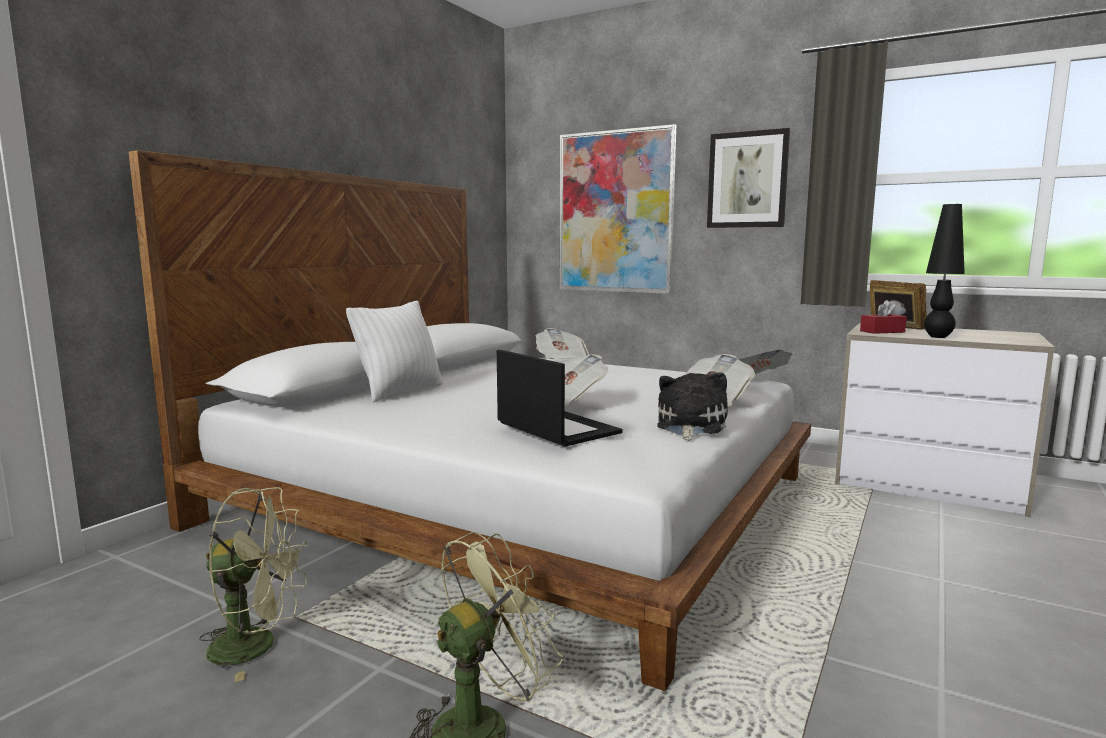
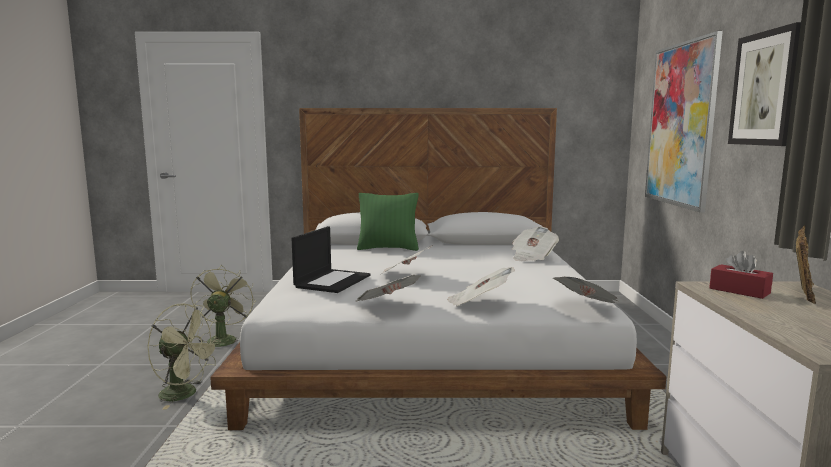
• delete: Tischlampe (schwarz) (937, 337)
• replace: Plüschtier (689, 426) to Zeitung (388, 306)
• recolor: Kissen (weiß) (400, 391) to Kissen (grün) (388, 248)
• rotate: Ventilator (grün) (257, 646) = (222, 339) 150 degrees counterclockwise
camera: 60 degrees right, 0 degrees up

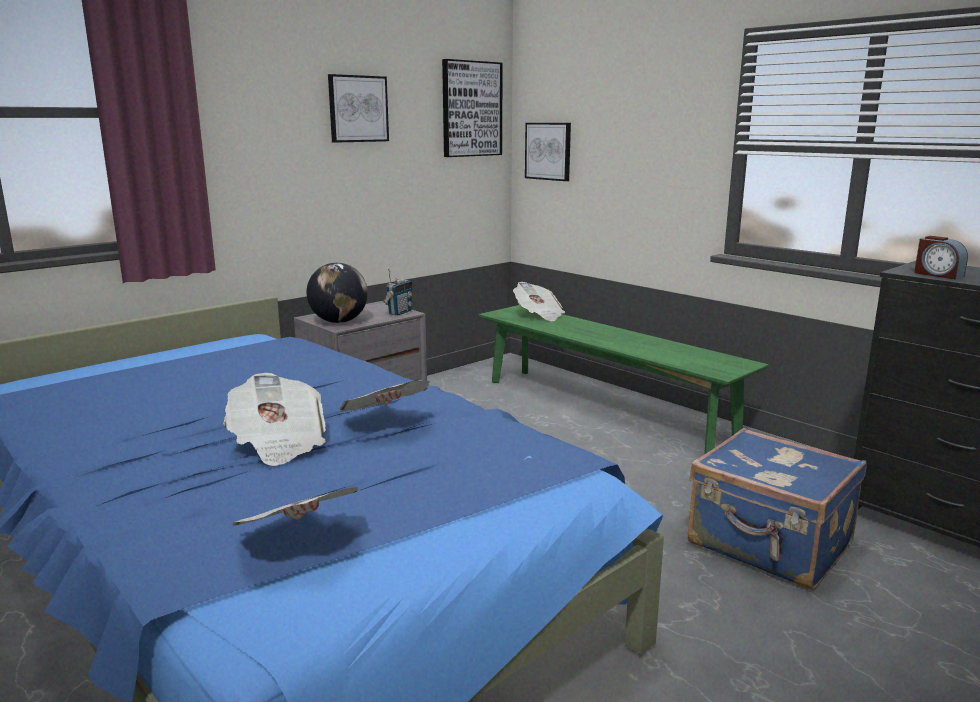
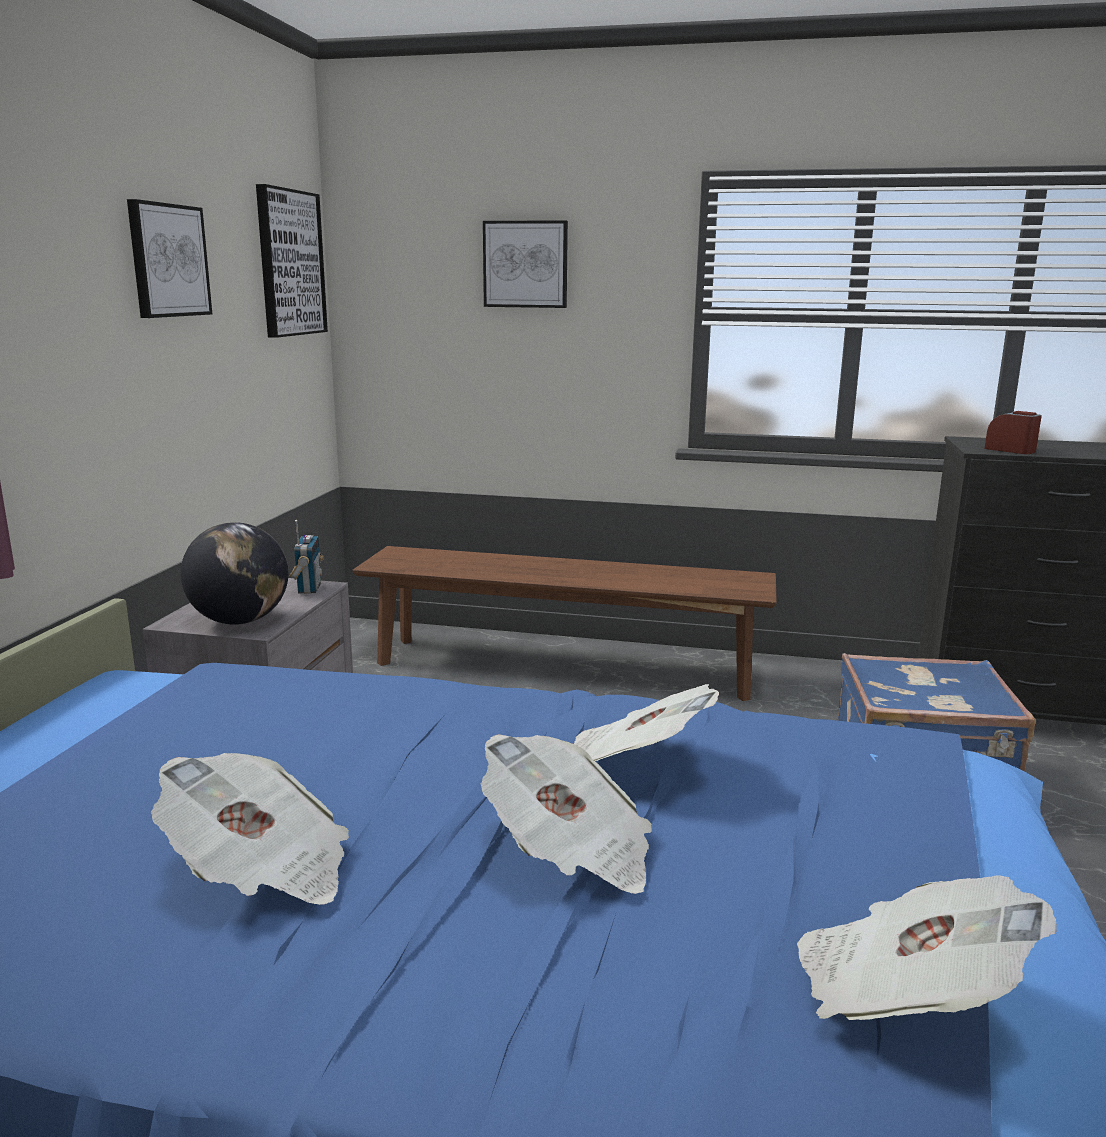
• move: Zeitung (539, 315) to (262, 870)
• move: Bild (548, 151) to (525, 264)
• recolor: Bank (grün) (603, 409) to Bank (braun) (563, 668)
• rotate: Wecker (937, 274) = (1010, 450) 150 degrees counterclockwise
camera: 35 degrees left, 0 degrees up

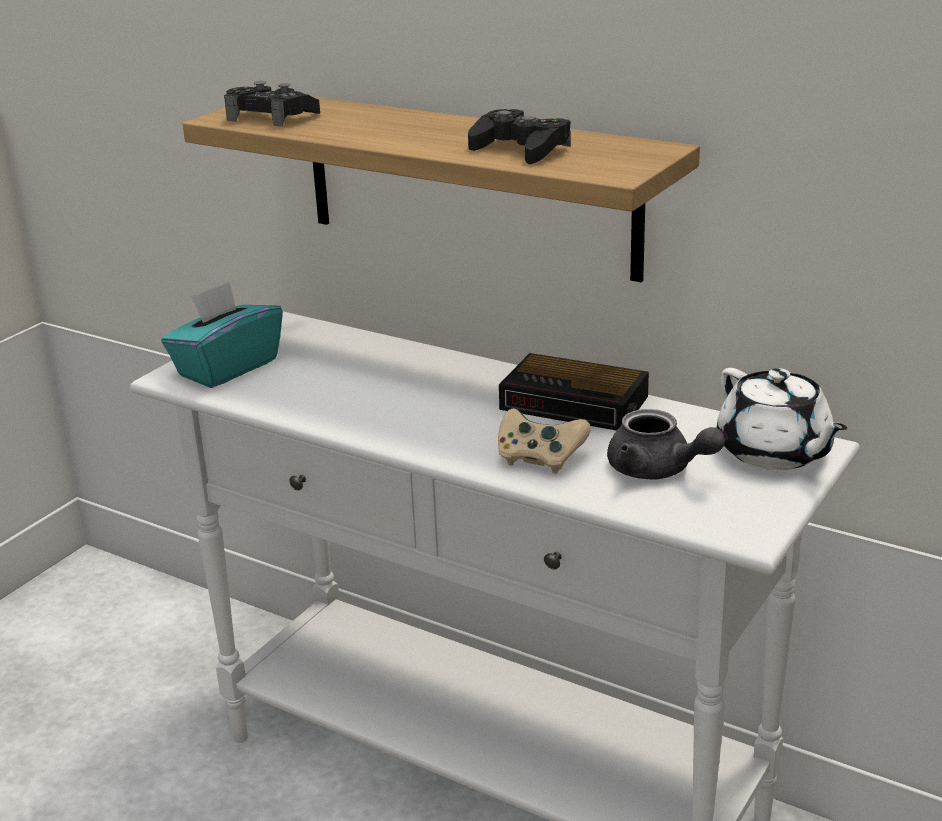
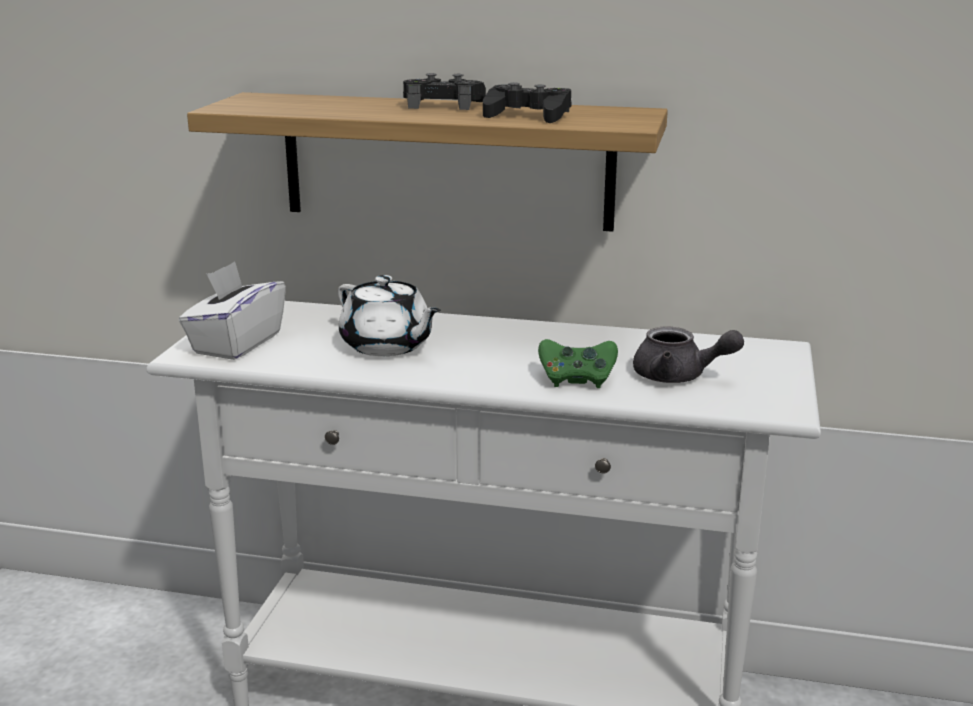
• delete: Wecker (577, 403)
• move: Gamepad (schwarz) (271, 117) to (443, 105)
• move: Teekanne (weiß) (774, 453) to (387, 346)
• recolor: Taschentuchbox (türkis) (227, 368) to Taschentuchbox (weiß) (236, 343)
• recolor: Gamepad (beige) (539, 459) to Gamepad (grün) (576, 380)
camera: 20 degrees left, 5 degrees down

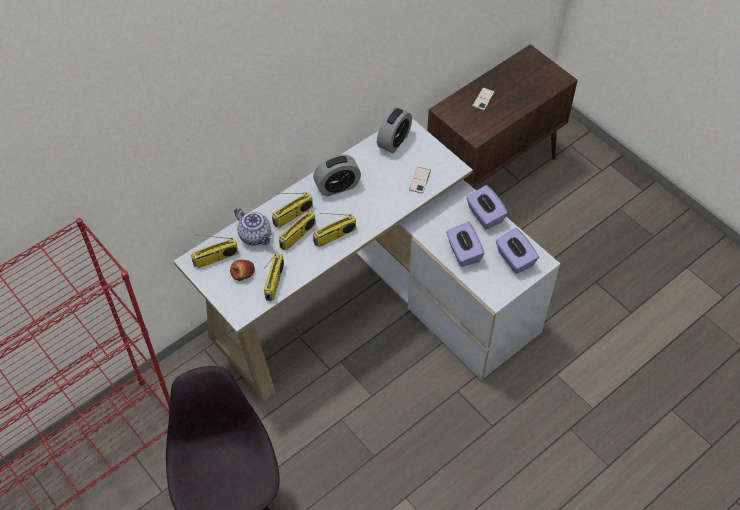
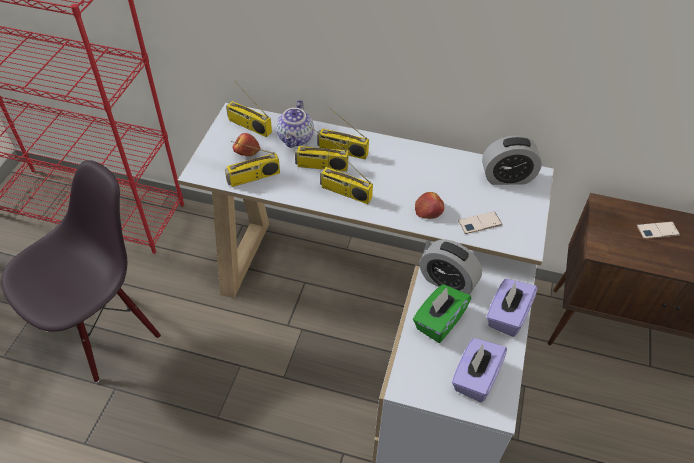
• insert: Apfel (429, 209)
• move: Wecker (337, 186) to (447, 282)
• recolor: Taschentuchbox (lila) (463, 252) to Taschentuchbox (grün) (439, 322)
camera: 55 degrees right, 5 degrees down

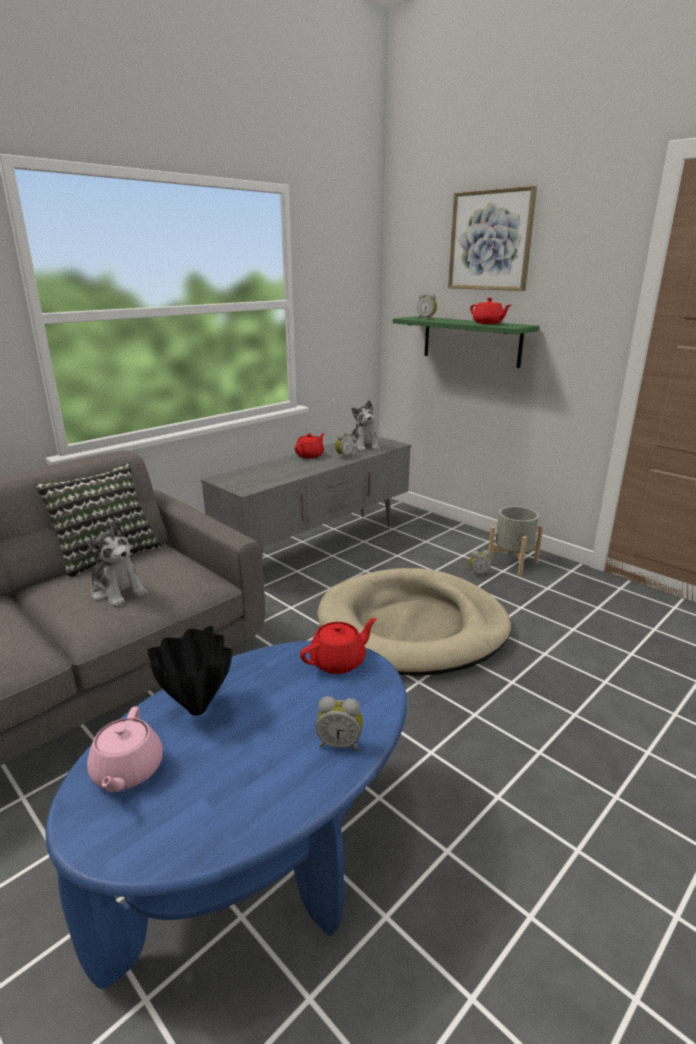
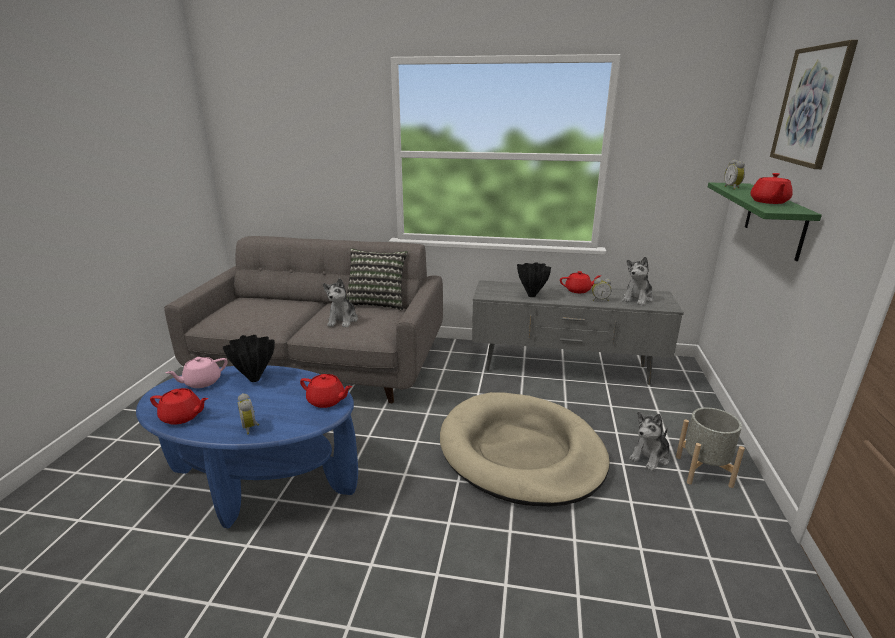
• insert: Teekanne (rot) (182, 417)
• insert: Vase (schwarz) (532, 296)
• replace: Wecker (478, 573) to Plüschtier (650, 457)
camera: 55 degrees right, 0 degrees up

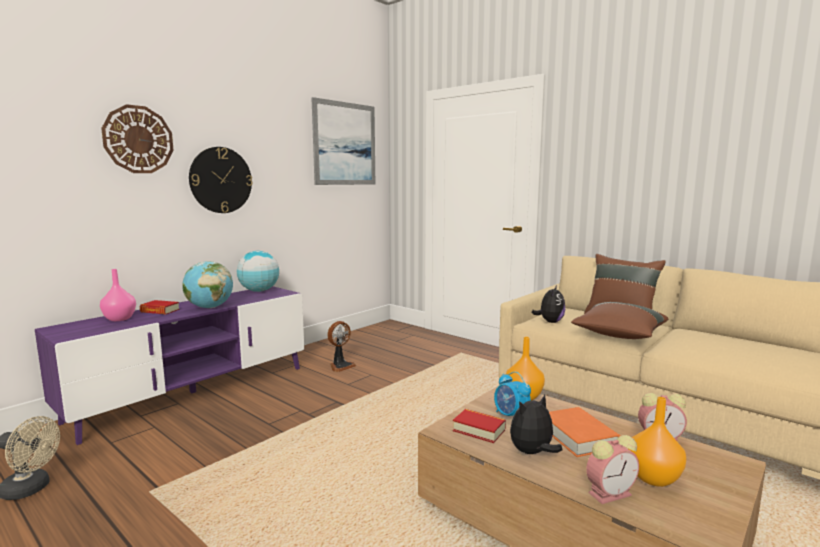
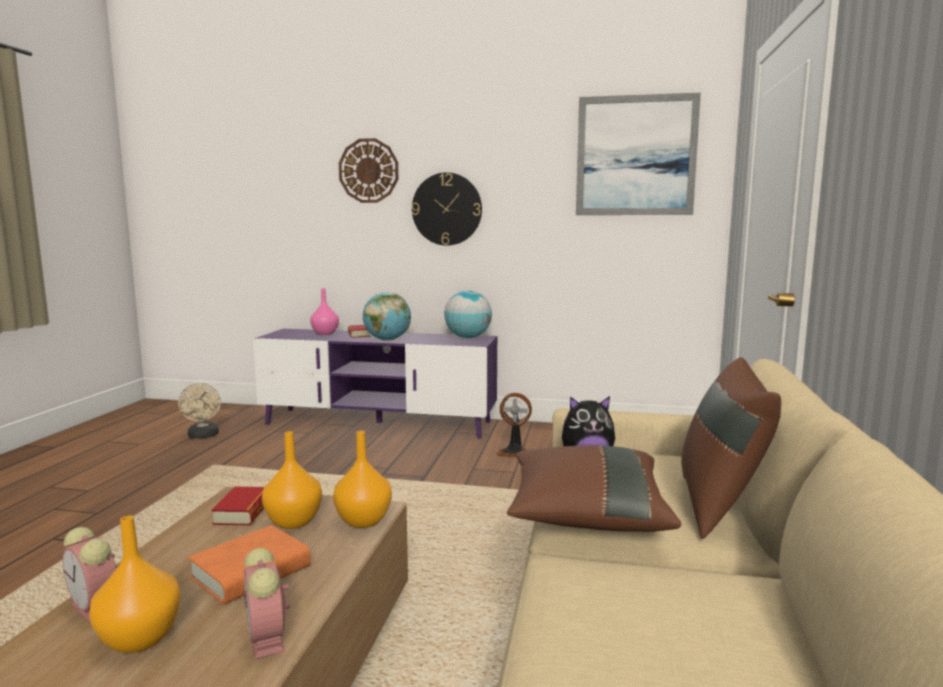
• delete: Plüschtier (532, 453)
• replace: Wecker (511, 416) to Vase (orange) (293, 522)
camera: 60 degrees right, 0 degrees up

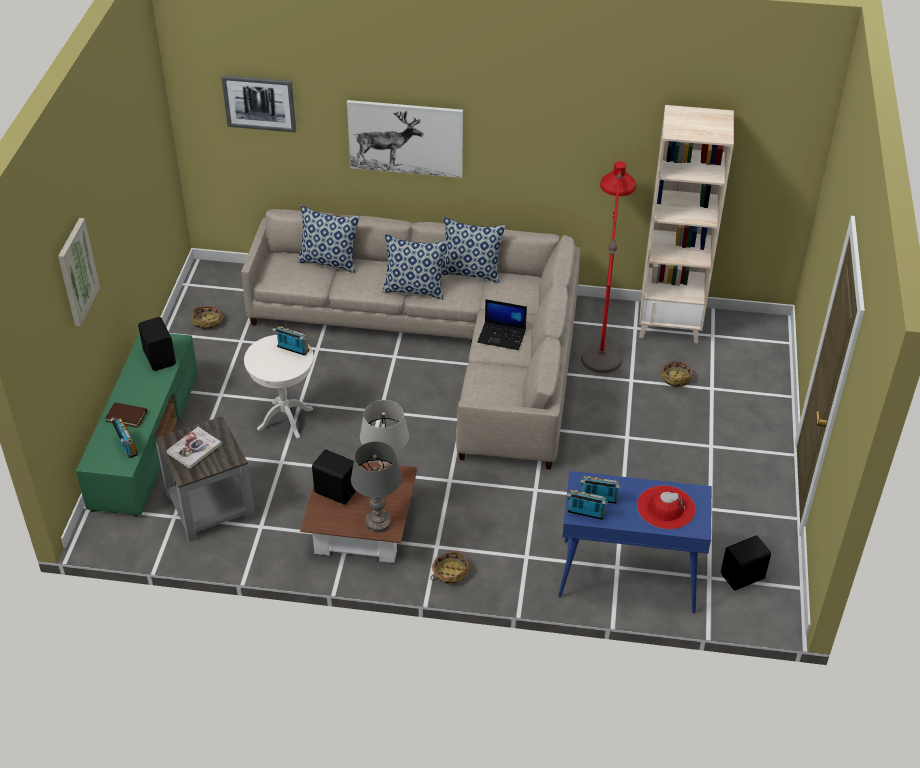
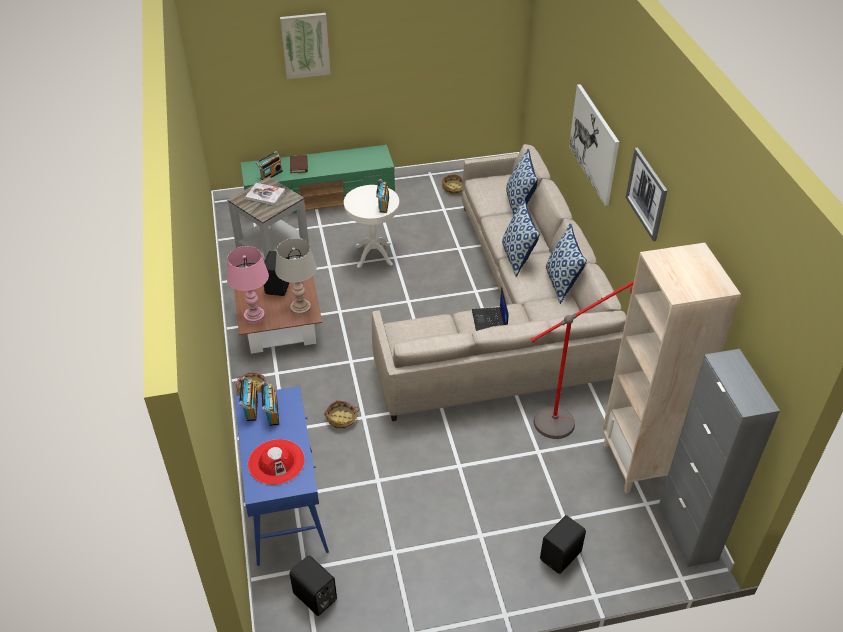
• insert: Schrank (grau) (687, 533)
• move: Lautsprecher (schwarz) (160, 357) to (561, 556)
• move: Bild (259, 103) to (647, 193)
• move: Korb (676, 378) to (342, 419)
• recolor: Tischlampe (grau) (378, 522) to Tischlampe (rosa) (254, 316)
camera: 70 degrees right, 0 degrees up

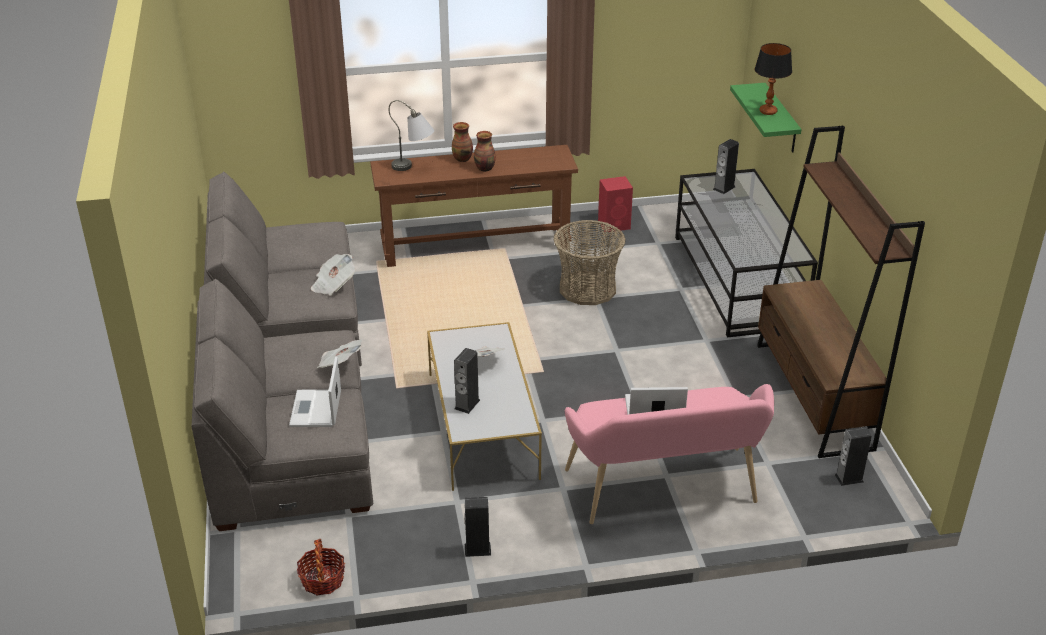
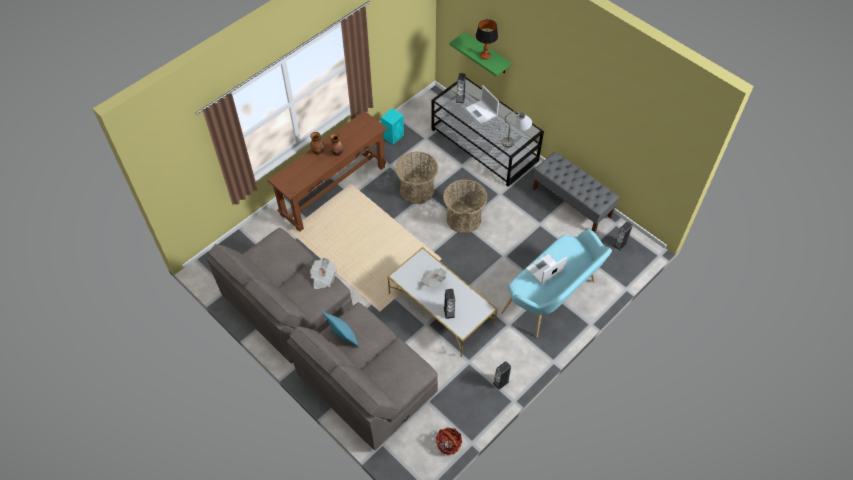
• delete: Zeitung (340, 364)
• insert: Kissen (türkis) (343, 337)
• insert: Korb (464, 218)
• move: Laptop (316, 410) to (481, 112)
• move: Tischlampe (grau) (414, 168) to (516, 141)
• replace: Bücherregal (braun) (813, 396) to Bank (grau) (572, 203)
• recolor: Bank (rosa) (665, 491) to Bank (türkis) (552, 299)
• recolor: Lautsprecher (rot) (615, 224) to Lautsprecher (türkis) (393, 136)
camera: 35 degrees left, 20 degrees up

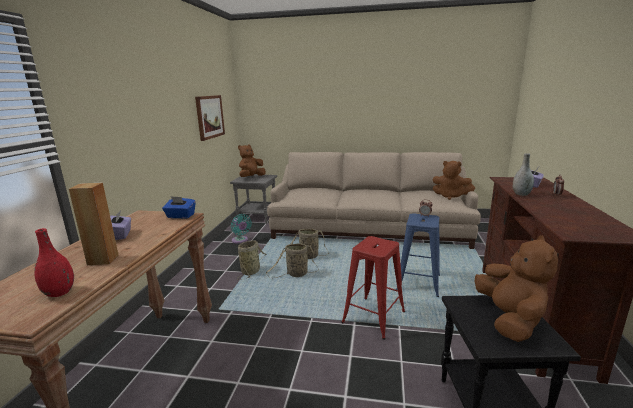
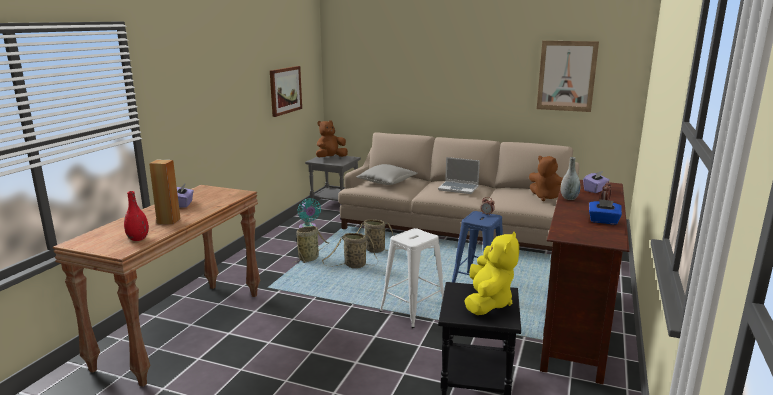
• insert: Kissen (grau) (387, 182)
• insert: Laptop (459, 188)
• insert: Bild (566, 76)
• move: Taschentuchbox (blau) (180, 216) to (603, 221)
• recolor: Hocker (rot) (373, 317) to Hocker (weiß) (413, 310)
• recolor: Plüschtier (braun) (509, 320) to Plüschtier (gelb) (488, 303)
camera: 10 degrees right, 0 degrees up

